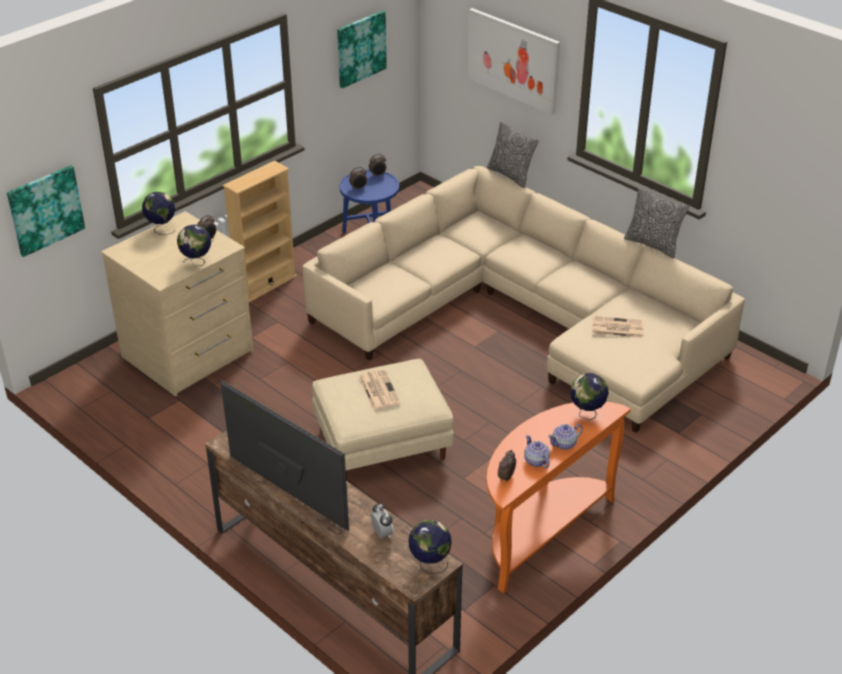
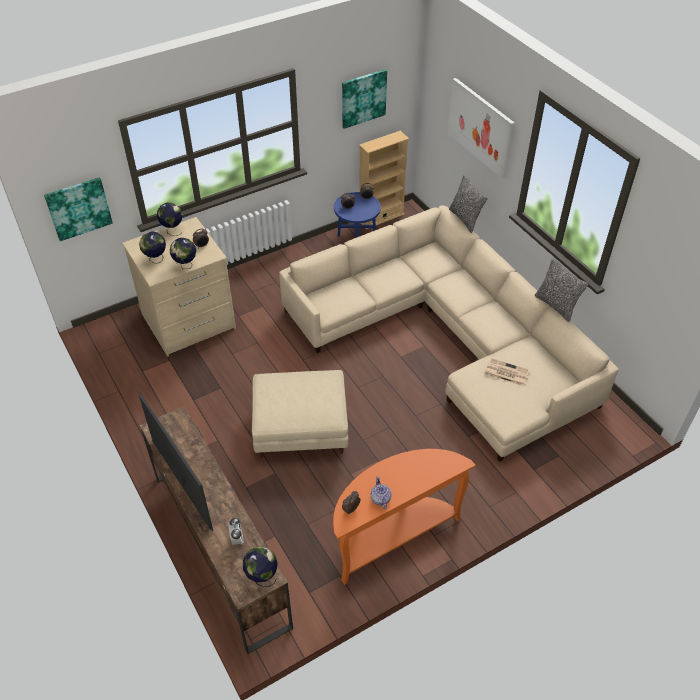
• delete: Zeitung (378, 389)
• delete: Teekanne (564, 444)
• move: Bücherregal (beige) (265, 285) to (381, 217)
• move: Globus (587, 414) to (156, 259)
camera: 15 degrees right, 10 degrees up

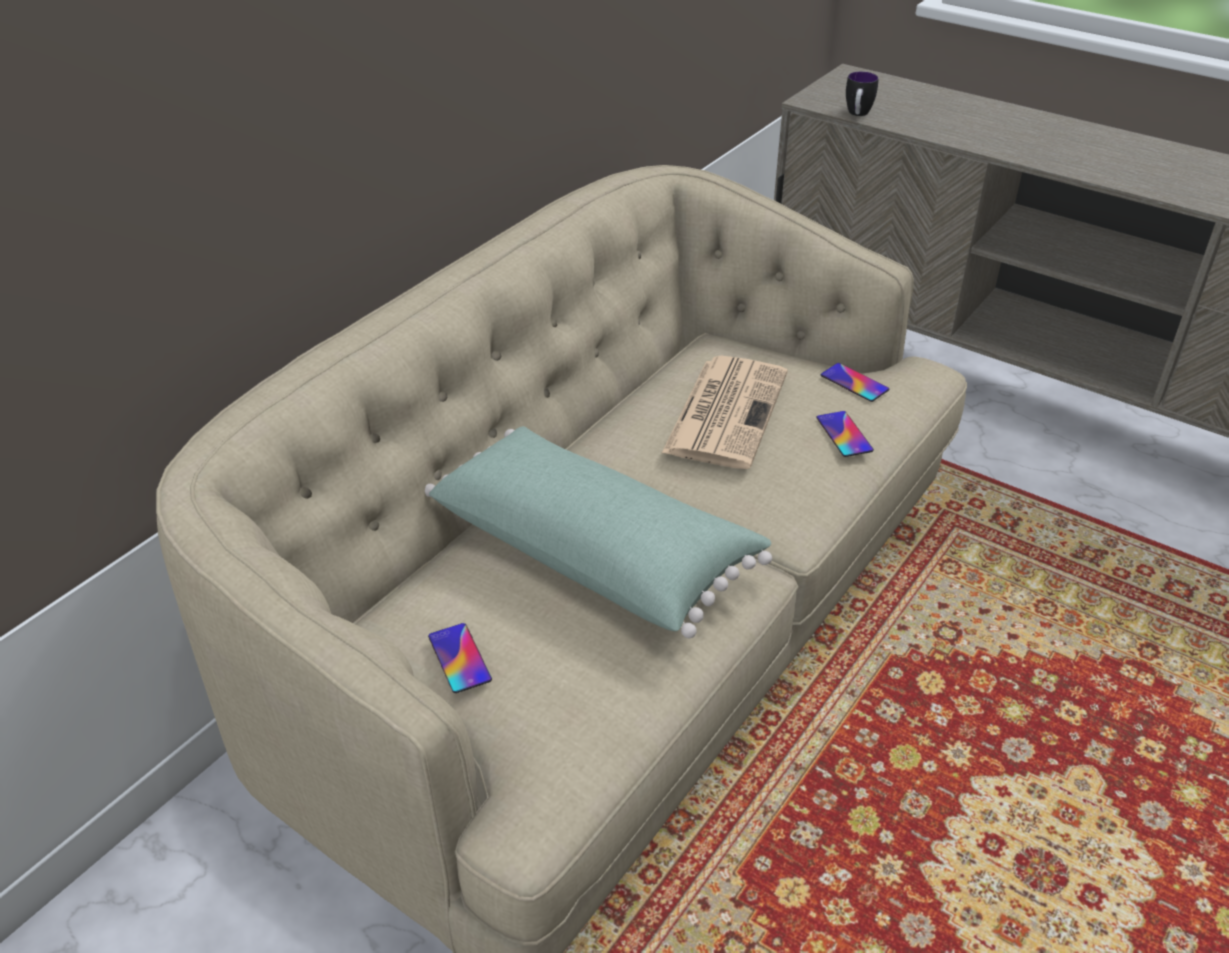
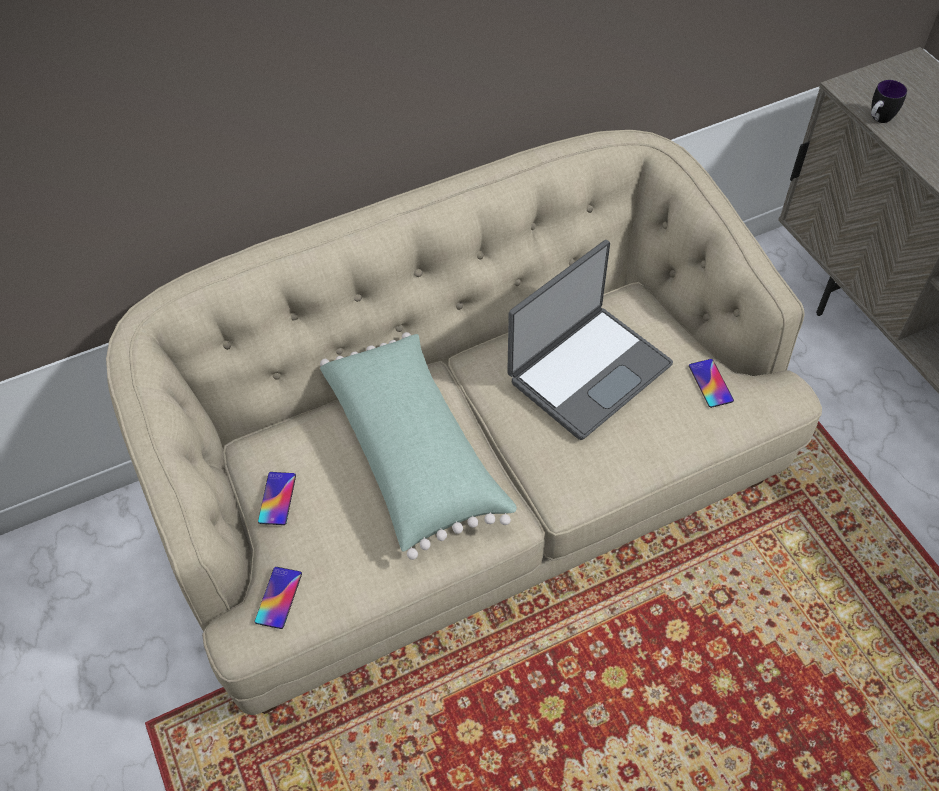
• move: Handy (844, 434) to (278, 597)
• replace: Zeitung (726, 411) to Laptop (587, 371)
camera: 30 degrees right, 15 degrees up

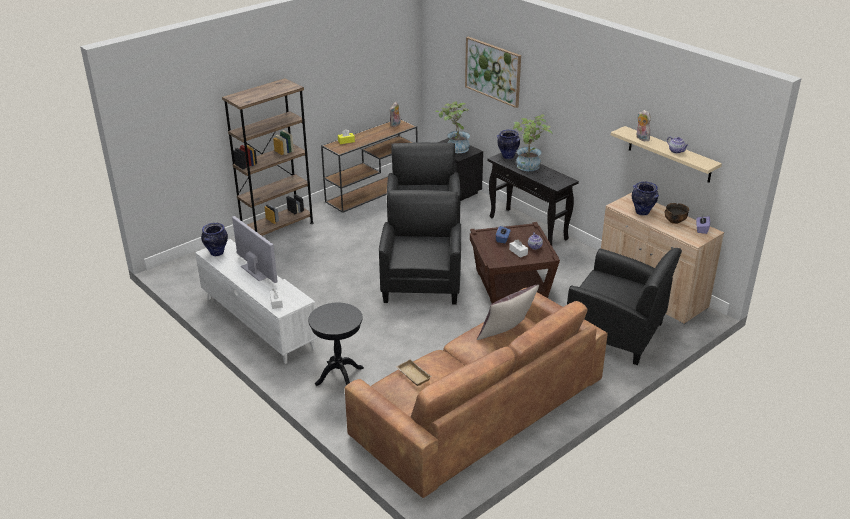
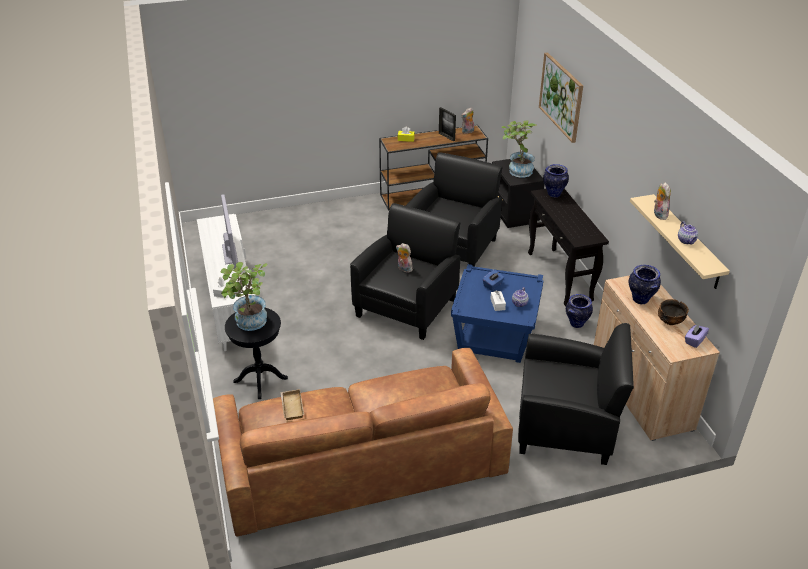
• delete: Bücherregal (braun) (278, 229)
• delete: Kissen (braun) (506, 333)
• insert: Plüschtier (404, 269)
• insert: Bilderrahmen (446, 137)
• move: Vase (217, 253) to (576, 324)
• move: Topfpflanze (529, 167) to (249, 324)
• recolor: Beistelltisch (braun) (511, 284) to Beistelltisch (blau) (495, 334)
• rotate: Sessel (schwarz) (616, 333) = (565, 426) 45 degrees counterclockwise
camera: 25 degrees right, 5 degrees up

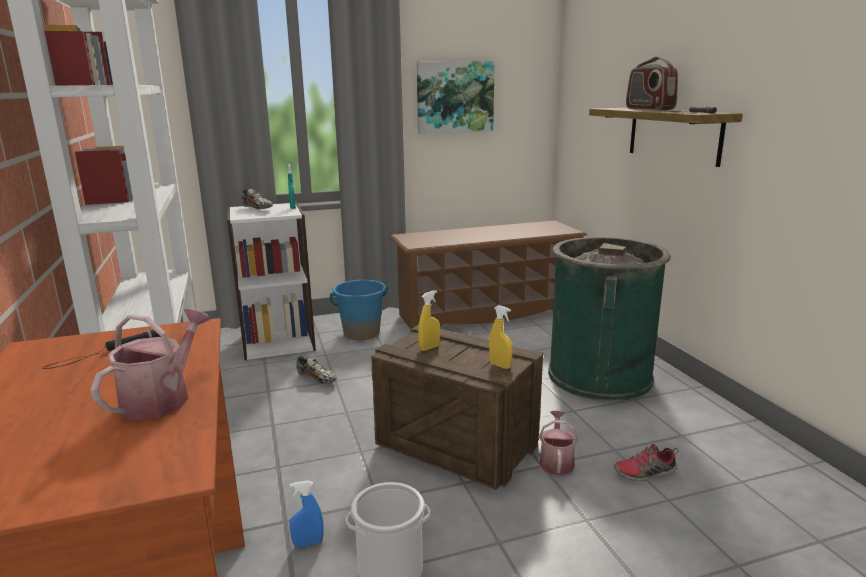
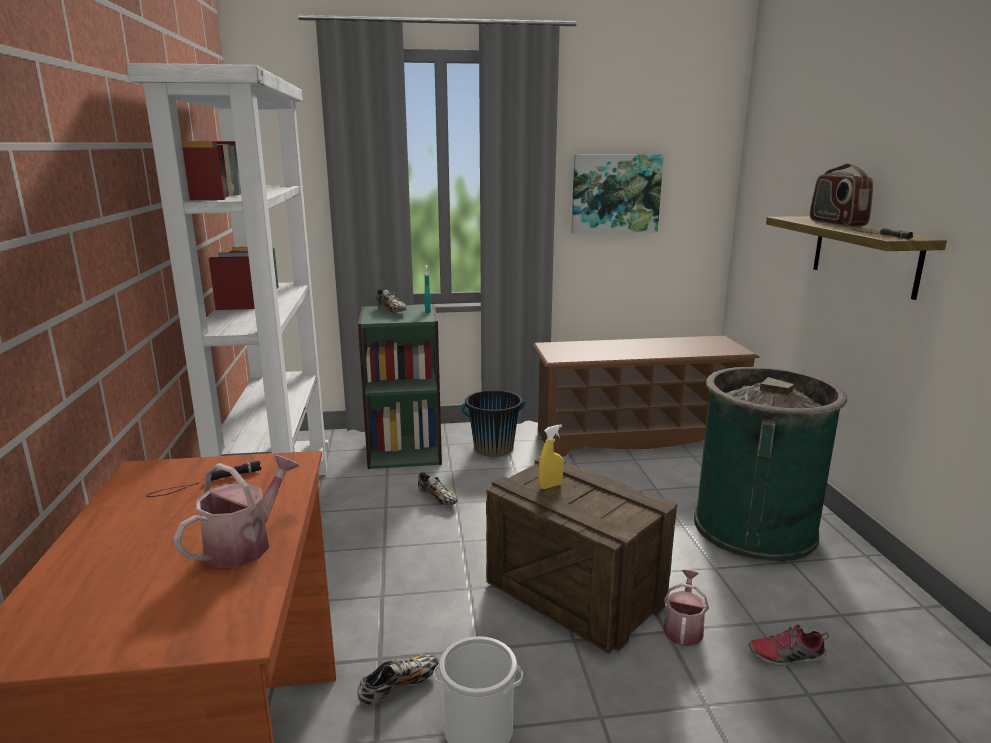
• delete: Sprühflasche (gelb) (500, 365)
• replace: Sprühflasche (blau) (308, 543) to Schuh (399, 687)
• recolor: Bücherregal (weiß) (278, 342) to Bücherregal (grün) (405, 451)
• recolor: Eimer (blau) (361, 333) to Eimer (schwarz) (493, 448)
camera: 10 degrees right, 0 degrees up

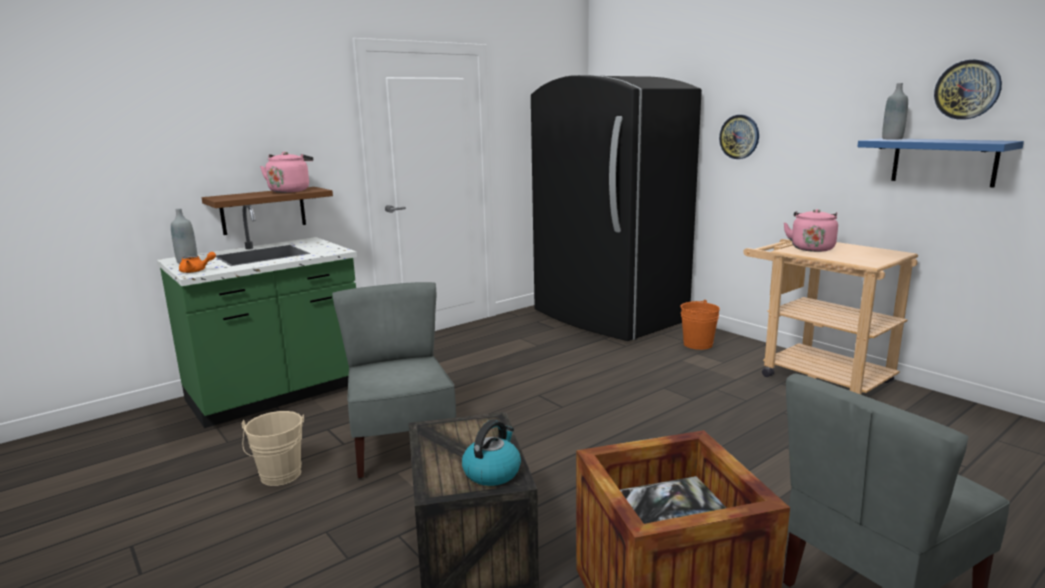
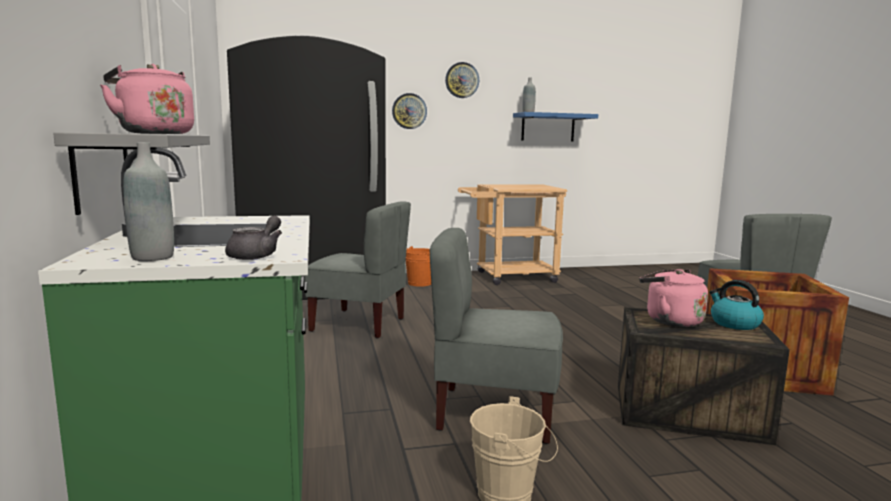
• insert: Stuhl (grau) (359, 324)
• move: Wasserkessel (rosa) (811, 248) to (670, 320)
• move: Wanduhr (967, 90) to (462, 80)
• recolor: Teekanne (orange) (196, 271) to Teekanne (grau) (257, 255)
• recolor: Wandregal (braun) (263, 210) to Wandregal (grau) (102, 169)
camera: 65 degrees left, 5 degrees down

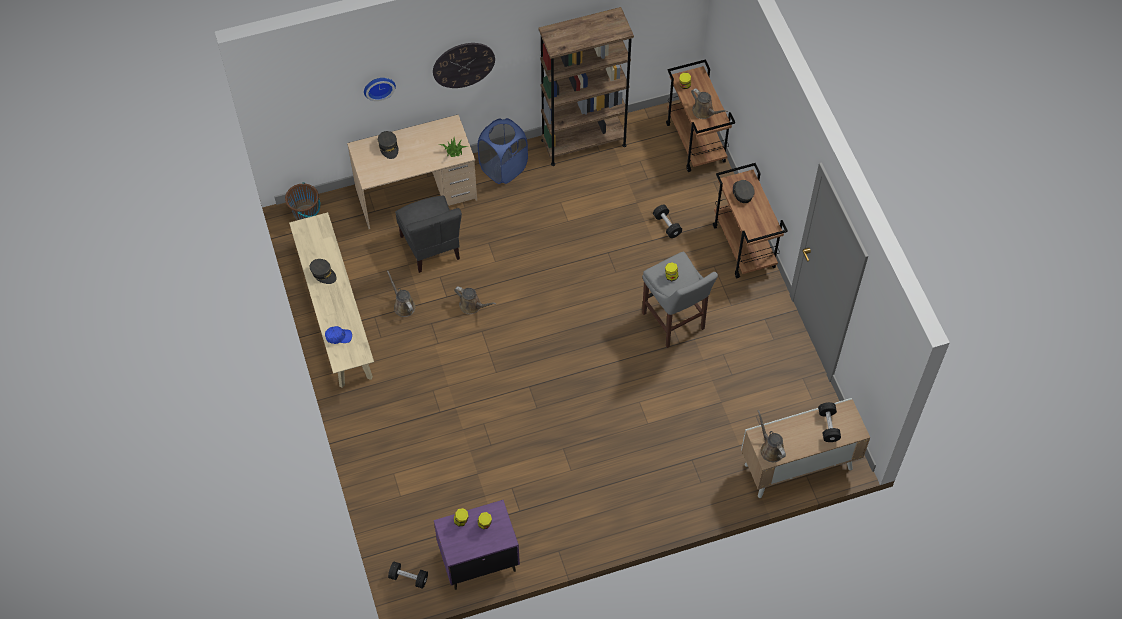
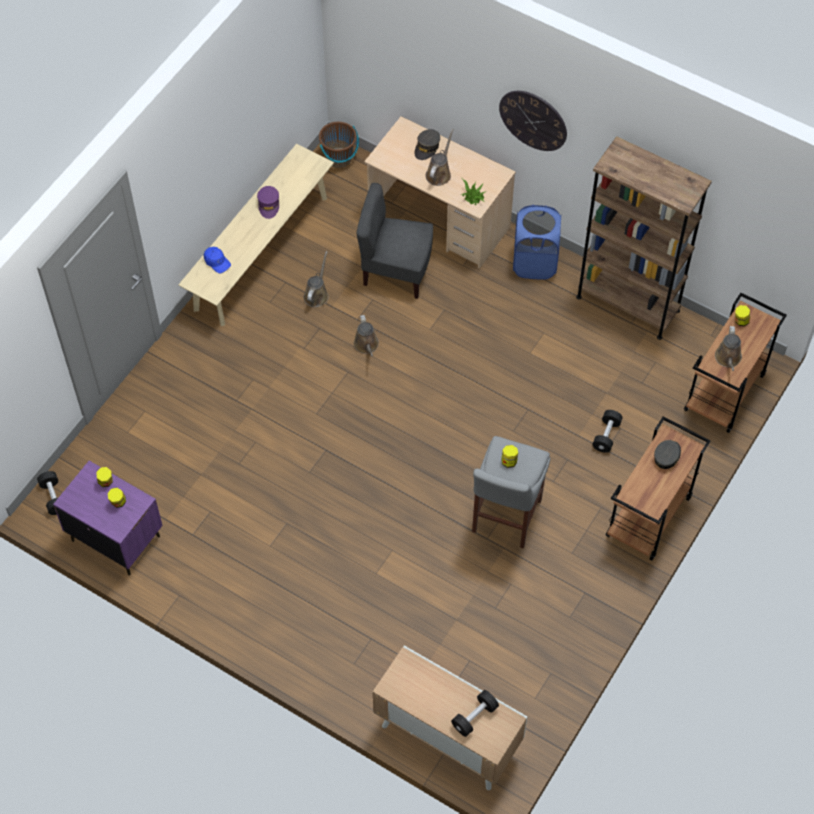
• delete: Wanduhr (378, 86)
• move: Gießkanne (braun) (770, 449) to (439, 173)
• recolor: Kappe (grau) (323, 274) to Kappe (lila) (269, 205)
• rotate: Stuhl (grau) (431, 247) = (396, 271) 75 degrees clockwise
camera: 50 degrees right, 0 degrees up

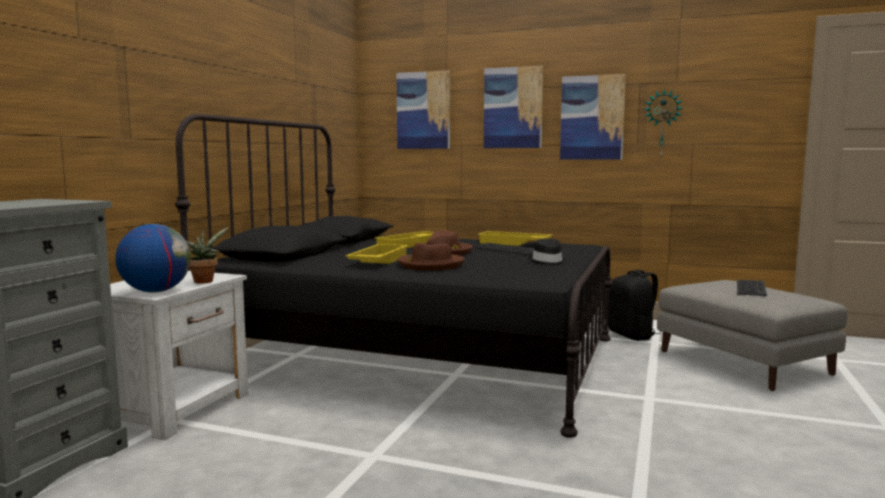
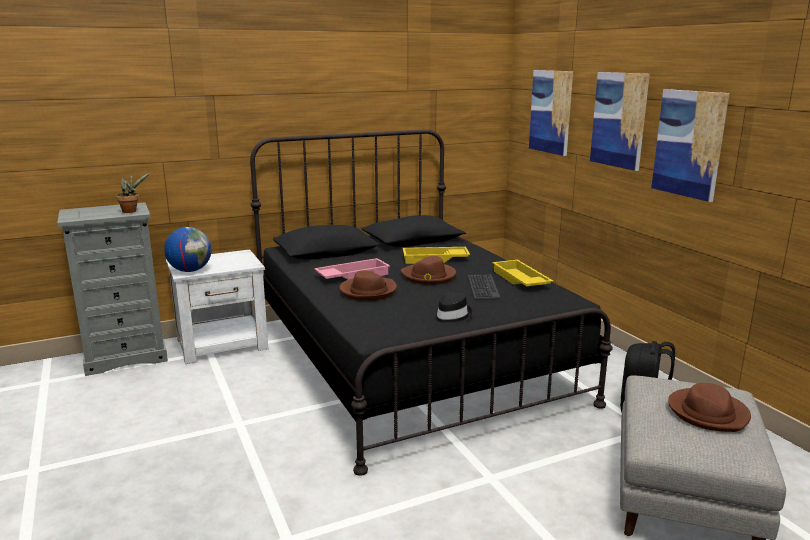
• delete: Wanduhr (662, 124)
• move: Topfpflanze (205, 281) to (131, 211)
• replace: Tastatur (750, 288) to Hut (braun) (708, 413)
• recolor: Tablett (gelb) (378, 261) to Tablett (rosa) (352, 275)
camera: 45 degrees right, 10 degrees up

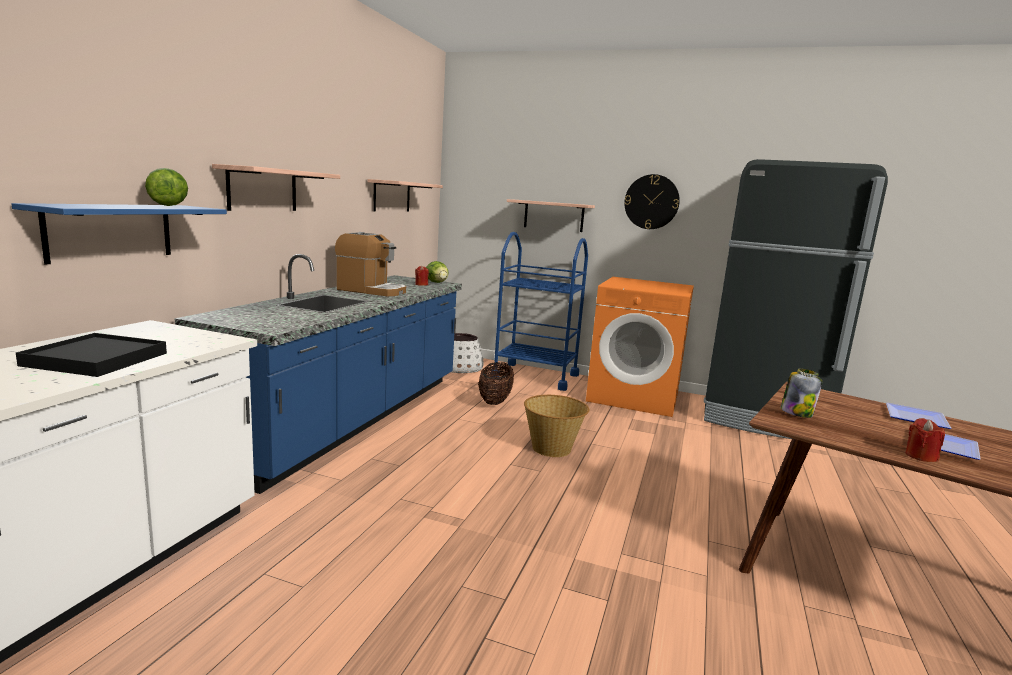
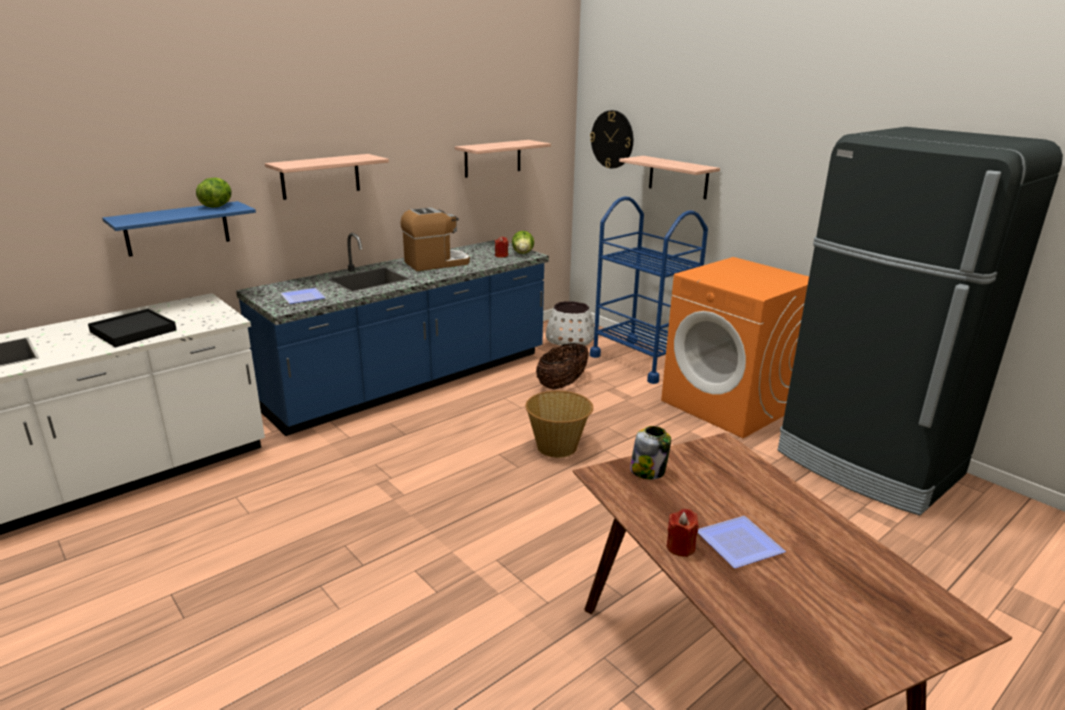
• move: Wanduhr (651, 202) to (612, 139)
• move: Teller (913, 417) to (304, 297)
• rotate: Kaffeemaschine (371, 290) = (436, 263) 75 degrees counterclockwise
camera: 30 degrees right, 10 degrees up

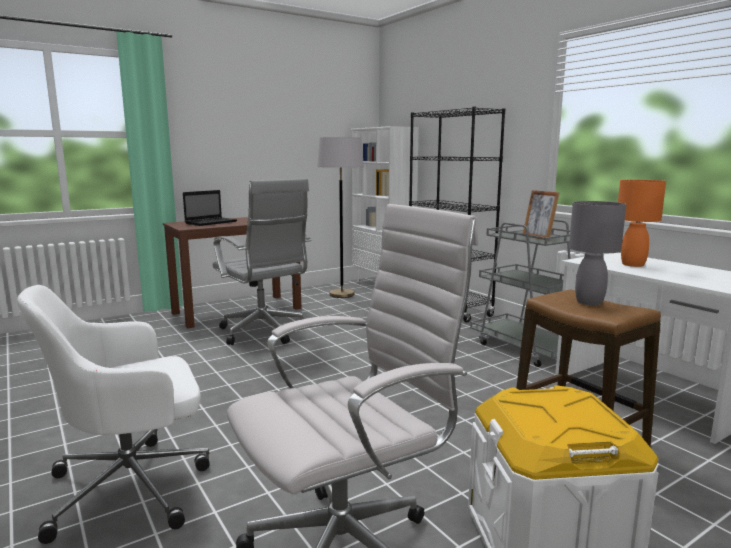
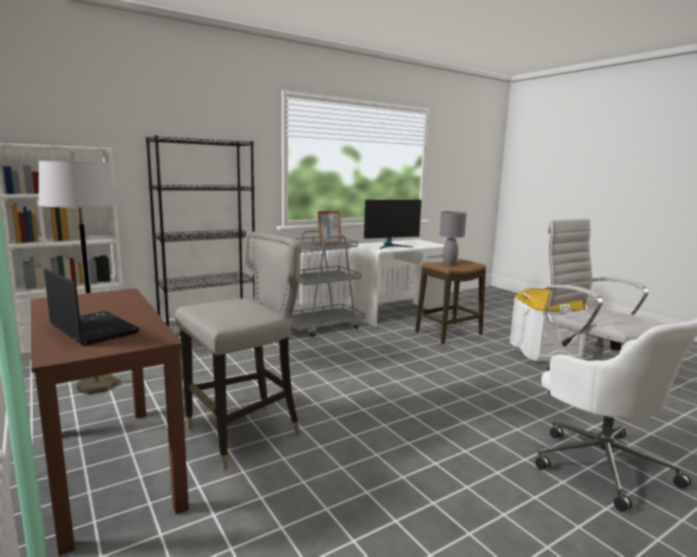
• replace: Bürostuhl (grau) (264, 333) to Hocker (grau) (245, 433)
• replace: Tischlampe (orange) (633, 264) to Monitor (391, 246)
camera: 90 degrees left, 0 degrees up

